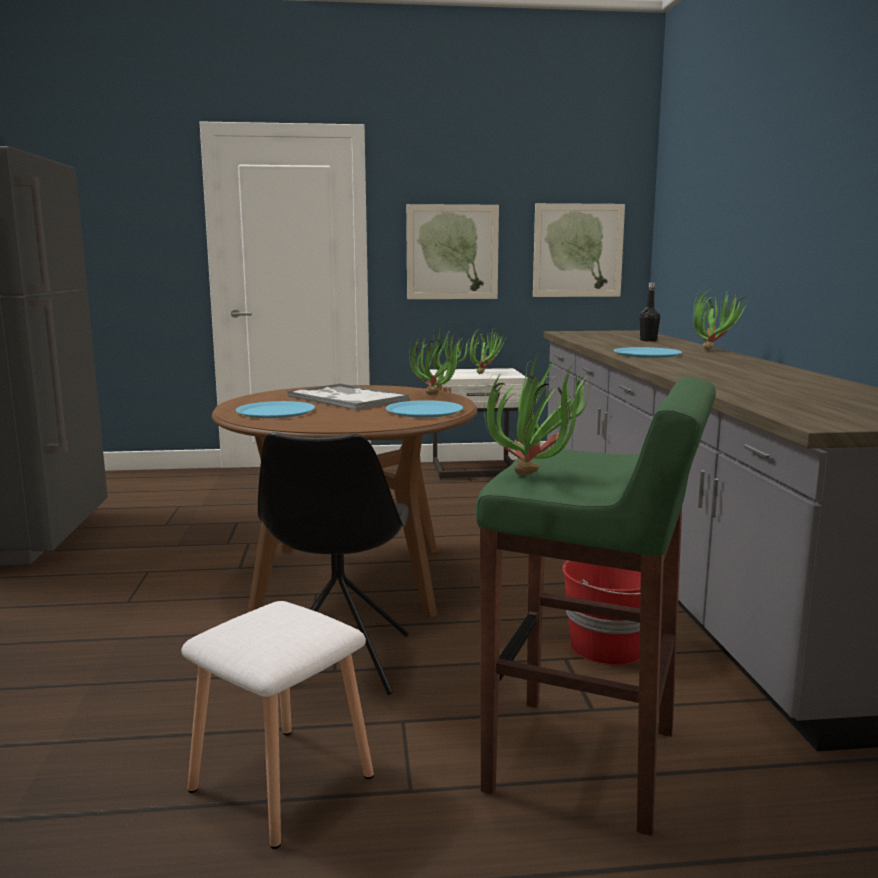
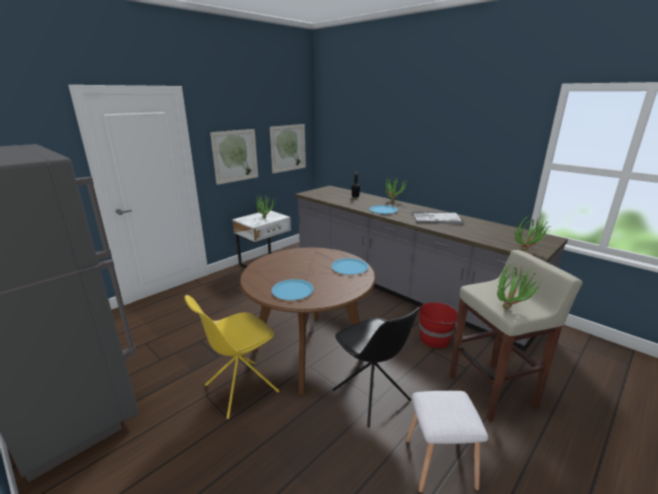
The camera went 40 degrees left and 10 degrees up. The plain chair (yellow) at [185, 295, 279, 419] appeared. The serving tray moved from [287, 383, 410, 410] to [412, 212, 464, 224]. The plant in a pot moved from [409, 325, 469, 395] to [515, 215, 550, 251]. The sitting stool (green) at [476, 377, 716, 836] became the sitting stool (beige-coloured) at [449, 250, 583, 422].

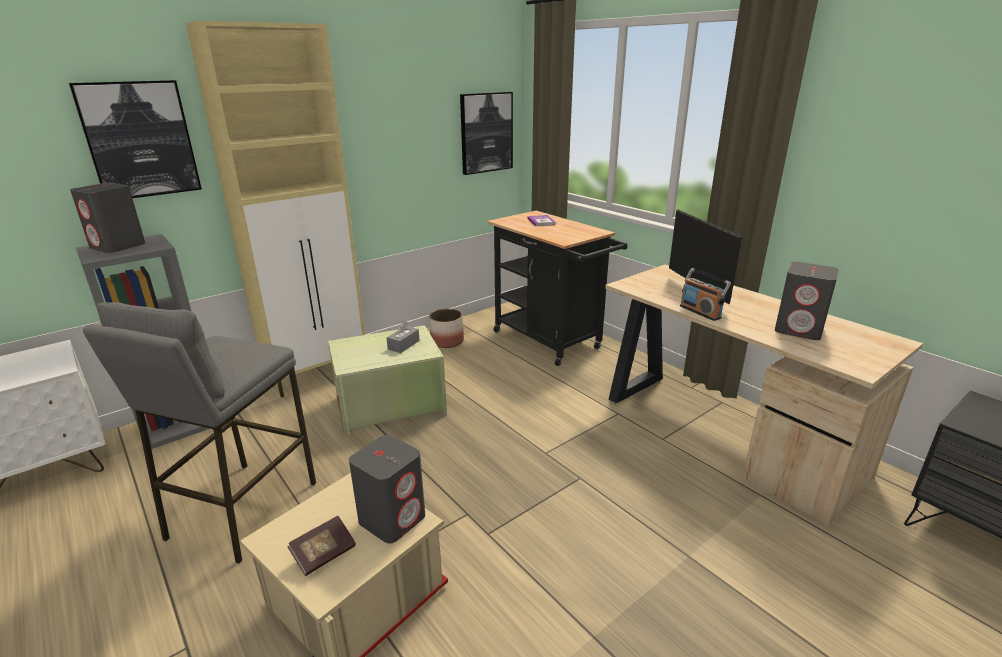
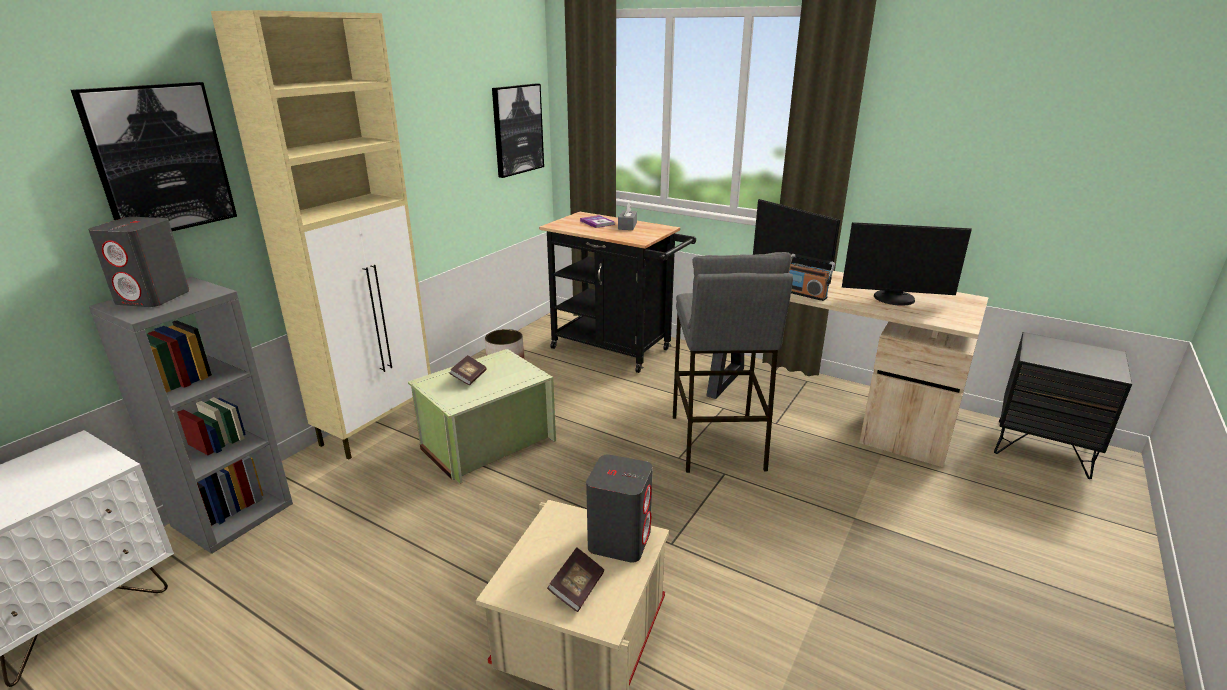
The camera went 20 degrees left and 0 degrees up. The bound book at [450, 355, 487, 385] appeared. The sitting stool (greyish) moved from [83, 302, 316, 564] to [673, 252, 793, 473]. The tissue box (greyish) moved from [387, 321, 420, 353] to [618, 202, 637, 230]. The audio speaker (greyish) at [775, 262, 839, 340] was replaced by the monitor at [842, 222, 972, 306].

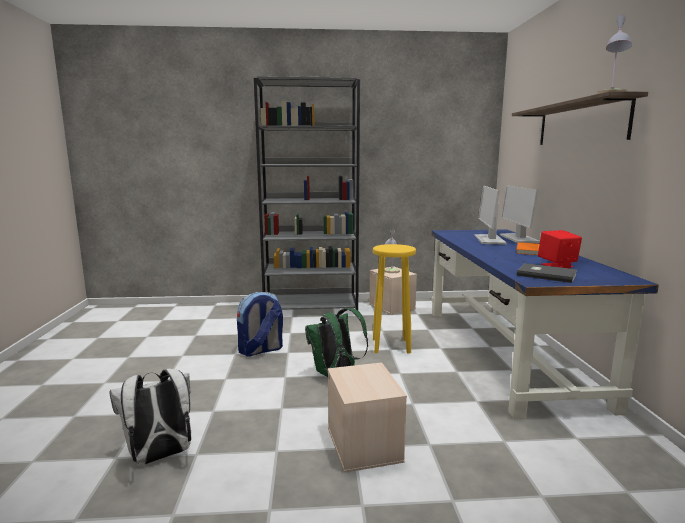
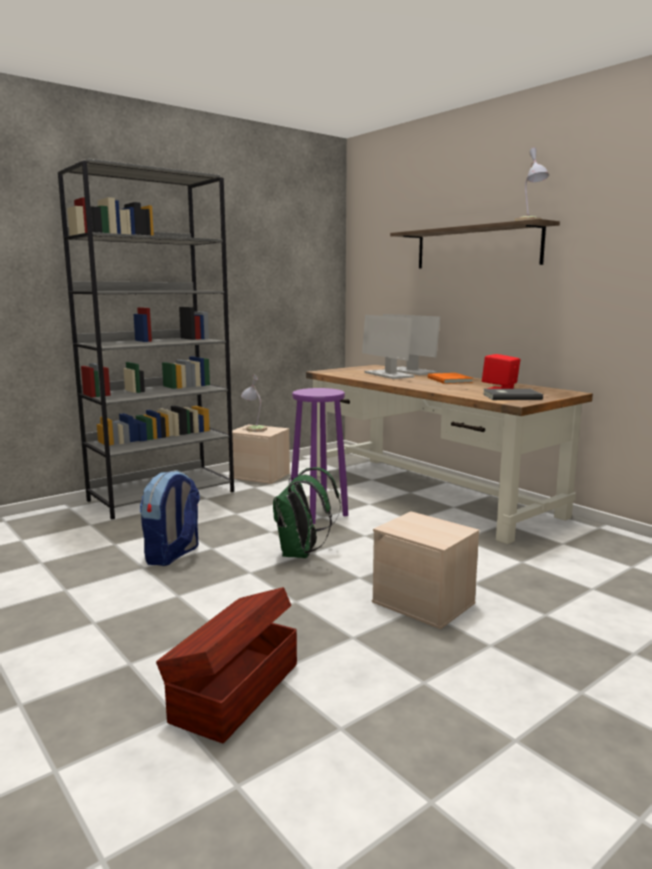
The camera went 35 degrees left and 0 degrees up. The knapsack (white-coloured) at [109, 369, 191, 465] was replaced by the storage bin (brownish) at [156, 587, 297, 744]. The sitting stool (yellow) at [373, 244, 416, 354] became the sitting stool (purple-coloured) at [291, 388, 348, 524]. The desk (bluish) at [431, 229, 659, 419] became the desk (brownish) at [306, 365, 593, 544].

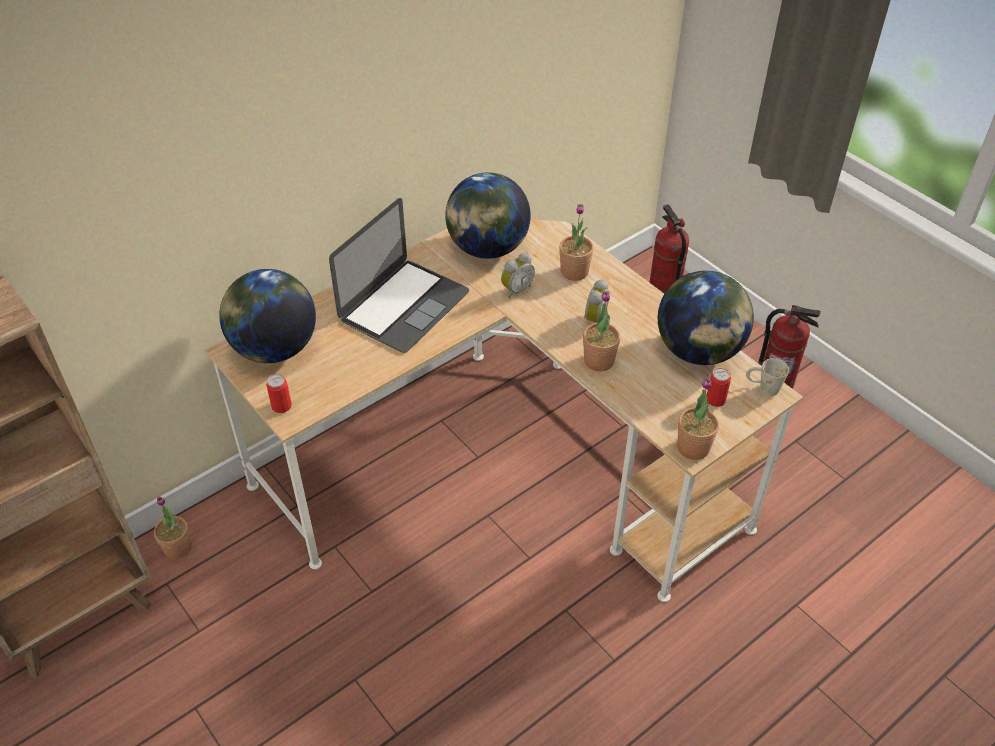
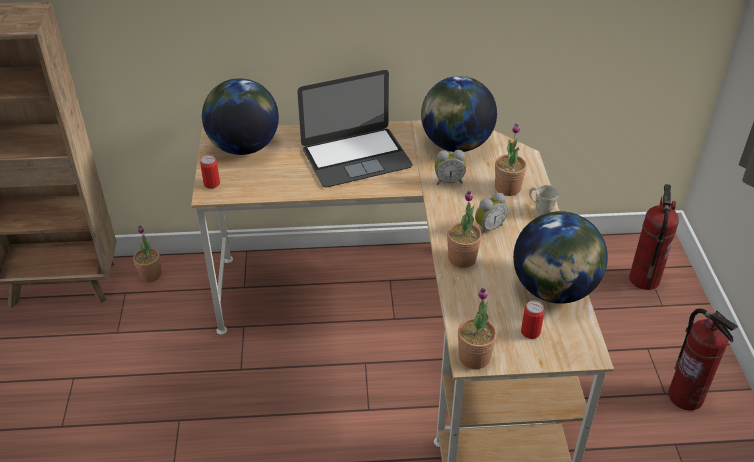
The camera went 35 degrees right and 5 degrees down. The tea mug (white-coloured) moved from [746, 358, 789, 396] to [529, 185, 559, 216].

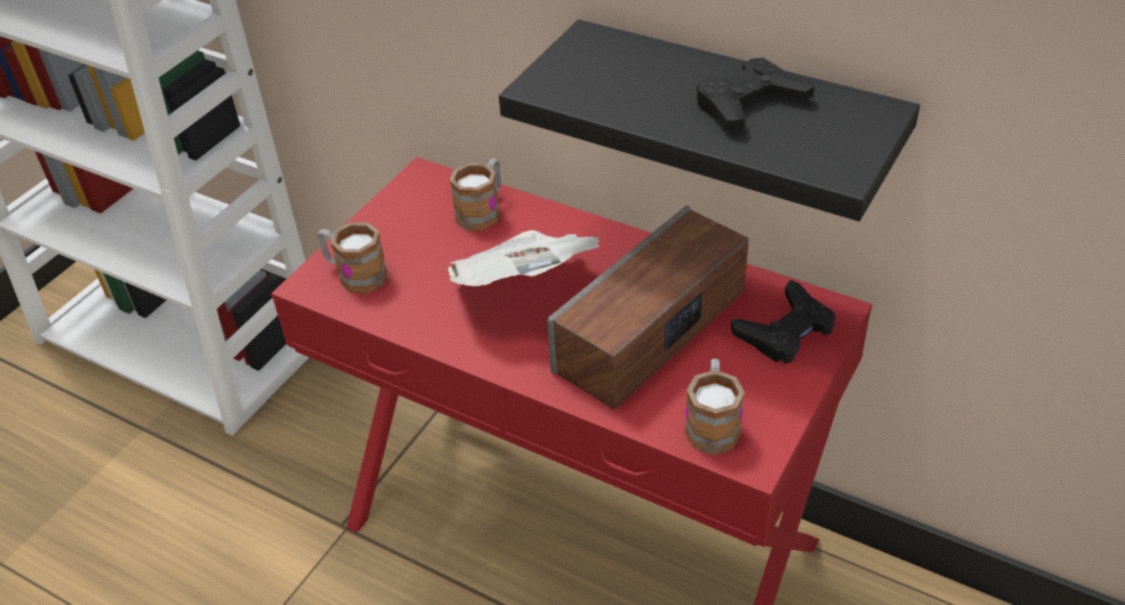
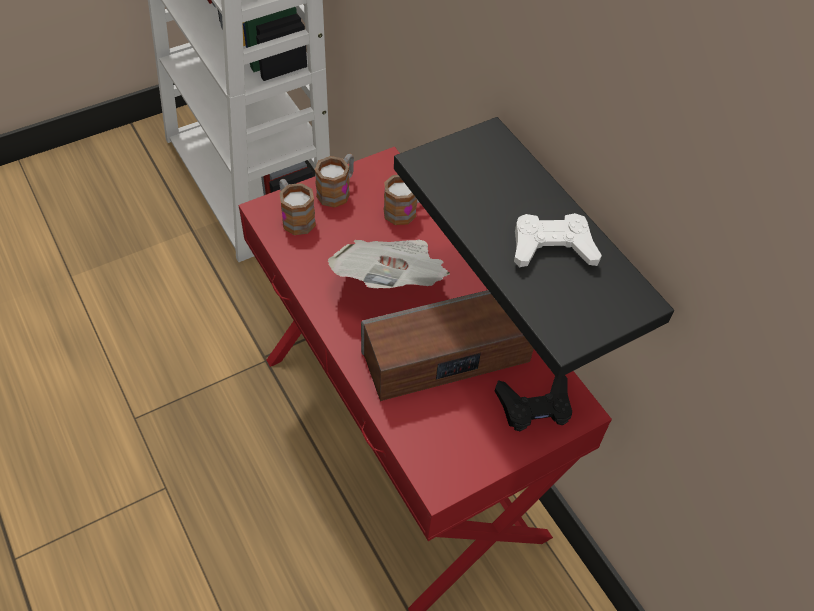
The camera went 25 degrees right and 10 degrees up. The tea mug moved from [685, 358, 745, 455] to [315, 154, 354, 208]. The gamepad (black-coloured) at [696, 58, 815, 131] became the gamepad (white-coloured) at [514, 213, 602, 267].

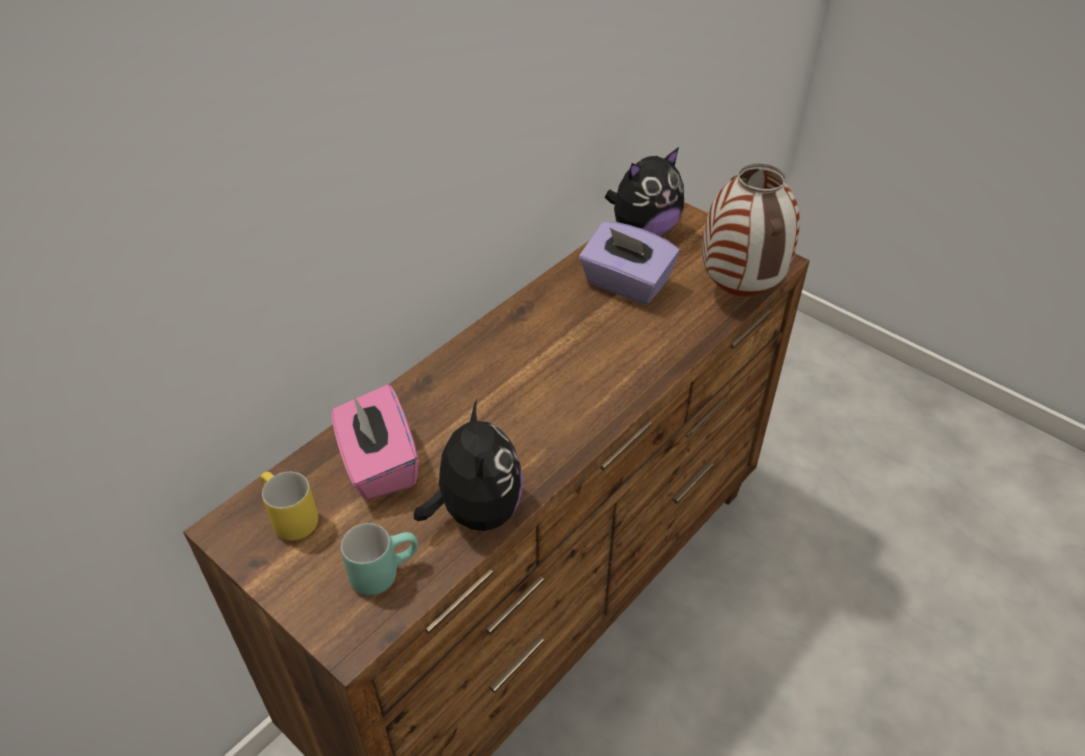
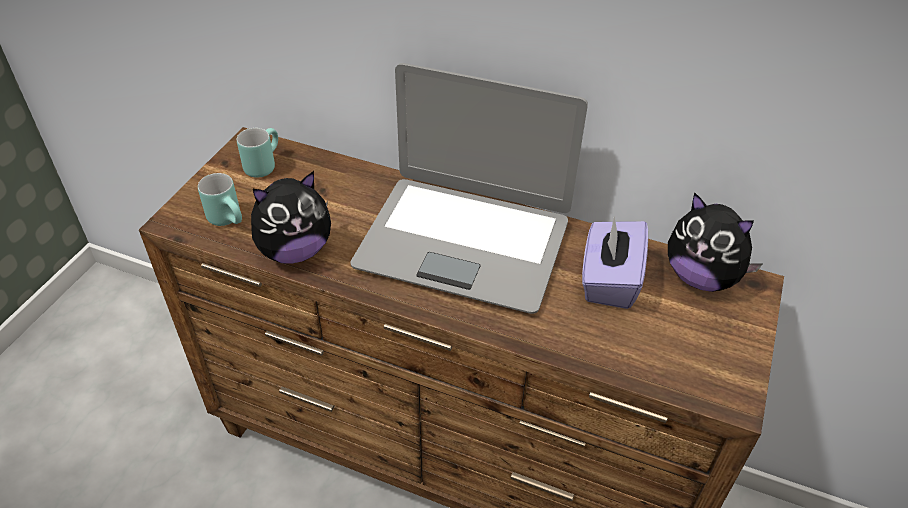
The camera went 70 degrees right and 0 degrees up. The tissue box (pinkish) at [332, 385, 419, 500] disappeared. The decorative vase at [702, 163, 800, 297] disappeared. The notebook computer at [350, 63, 588, 314] appeared. The tea mug (yellow) at [260, 472, 318, 541] became the tea mug (turquoise-coloured) at [237, 128, 278, 178].

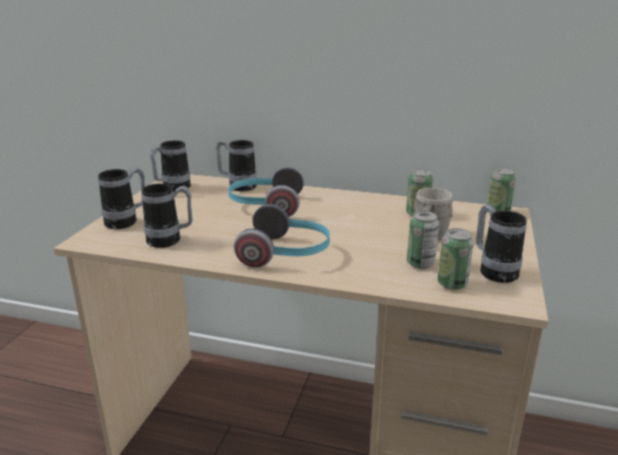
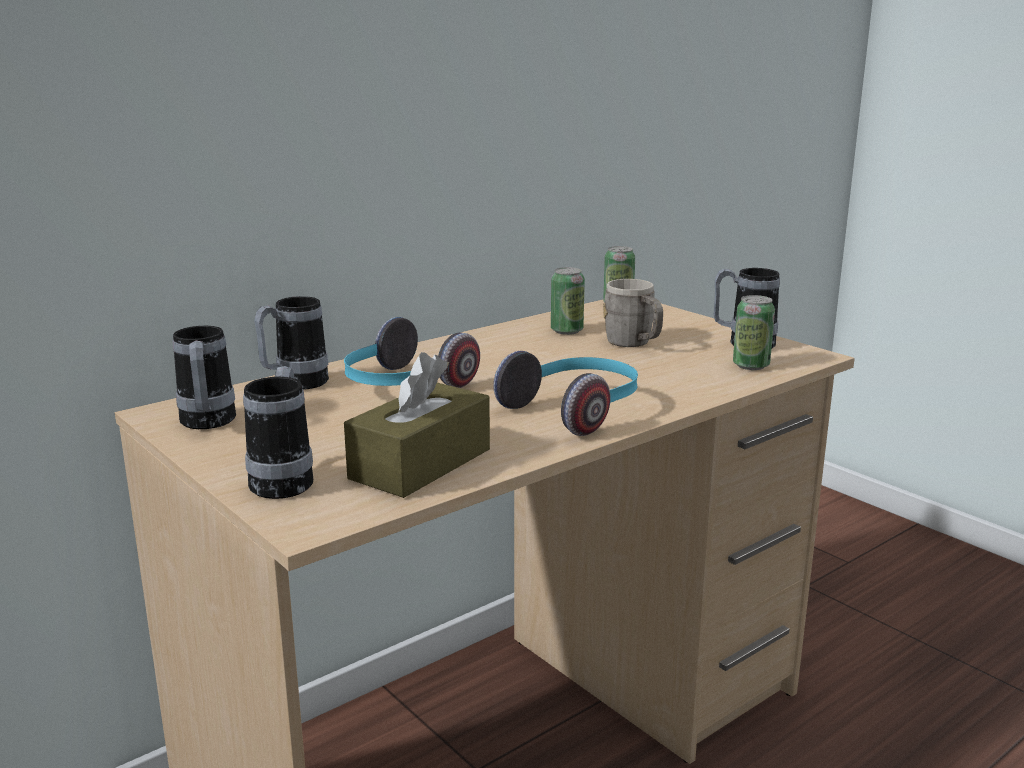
The camera went 55 degrees left and 5 degrees down. The can at [407, 211, 439, 269] disappeared. The tea mug at [141, 183, 193, 248] was replaced by the tissue box (brownish) at [344, 352, 490, 498].

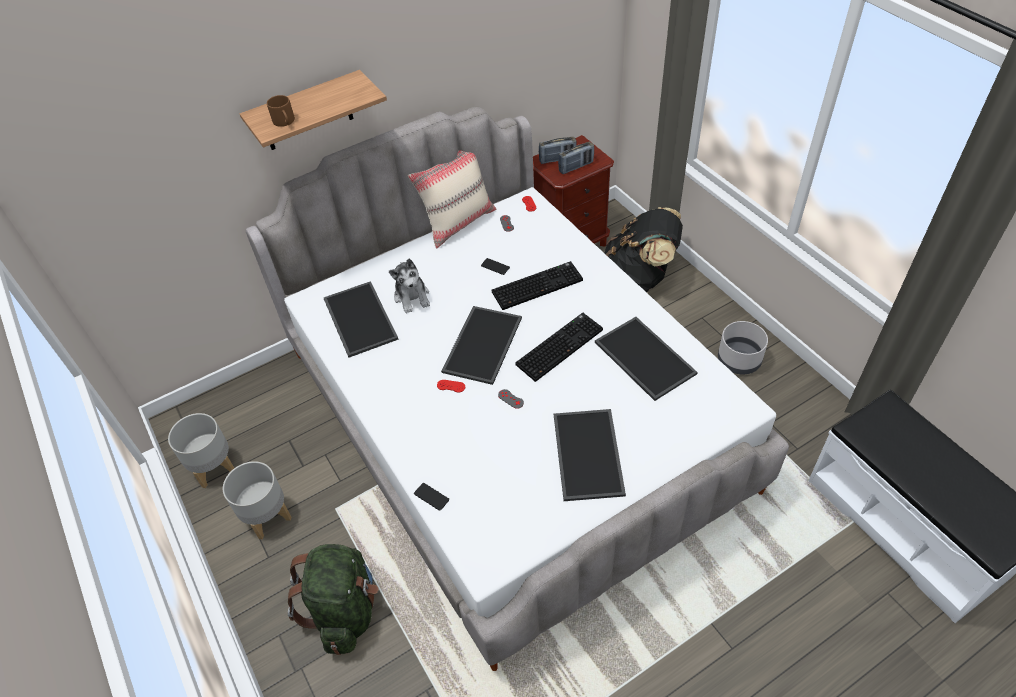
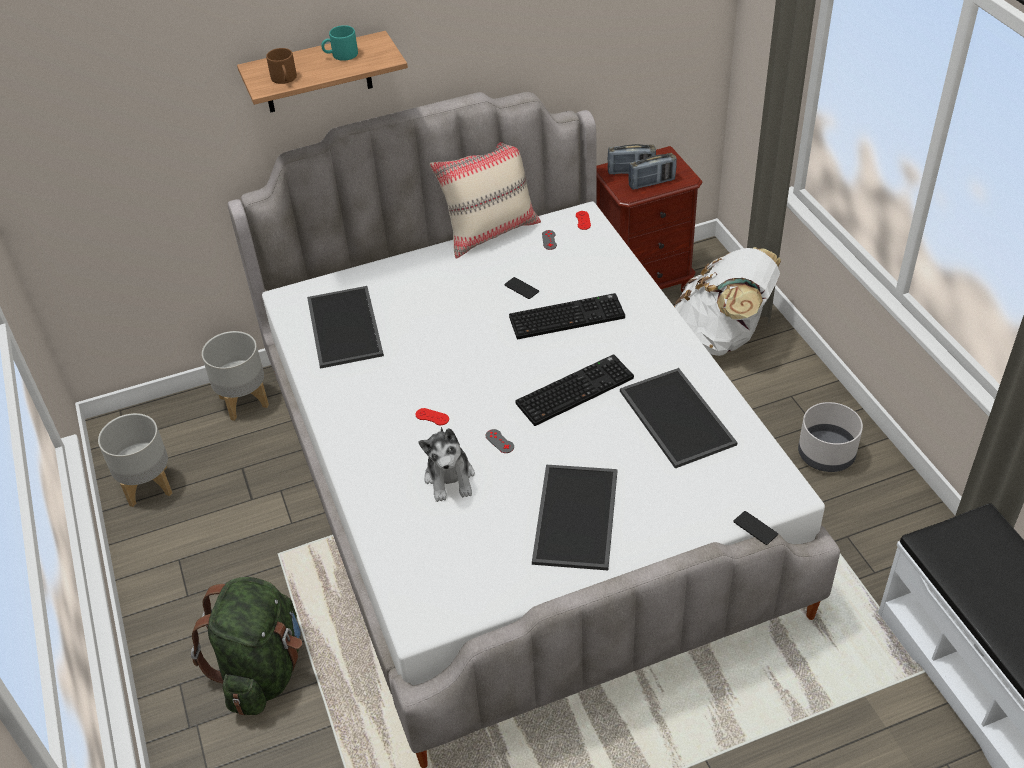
The camera went 10 degrees right and 5 degrees down. The serving tray at [441, 306, 522, 385] disappeared. The tea mug (turquoise-coloured) at [321, 25, 358, 61] appeared. The flower pot (greyish) moved from [223, 461, 292, 539] to [202, 331, 269, 421]. The cuddly toy moved from [389, 259, 430, 313] to [418, 427, 475, 502]. The phone moved from [414, 483, 449, 511] to [733, 511, 778, 545]. The knapsack (black-coloured) at [605, 207, 683, 292] became the knapsack (white-coloured) at [674, 247, 781, 356].

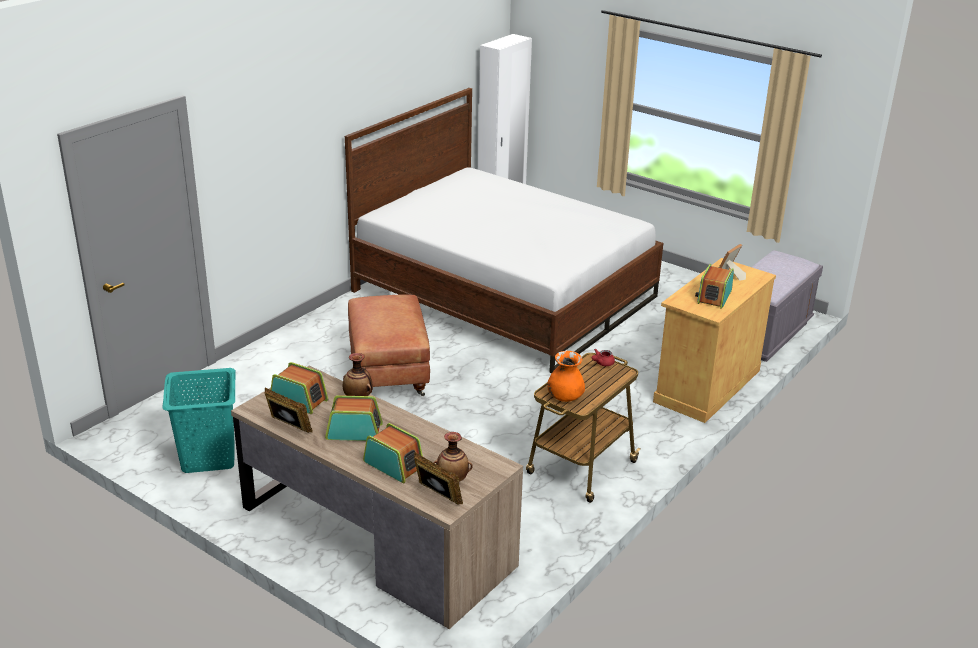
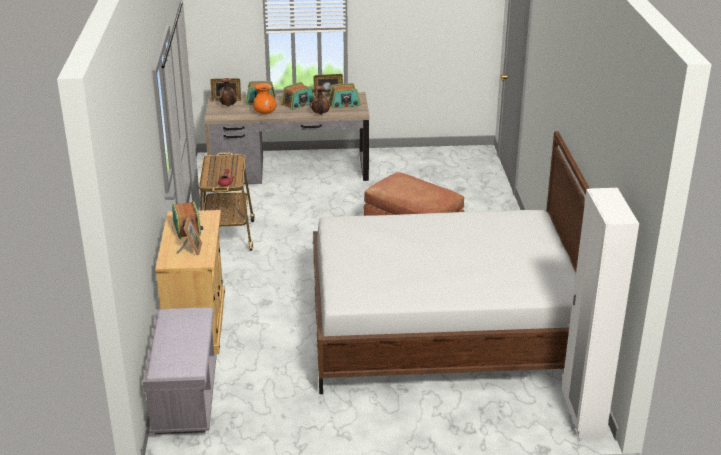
The camera went 140 degrees right and 0 degrees up. The hamper (turquoise-coloured) at [162, 368, 235, 473] disappeared. The decorative vase (orangey) moved from [547, 351, 585, 402] to [253, 83, 276, 114].

